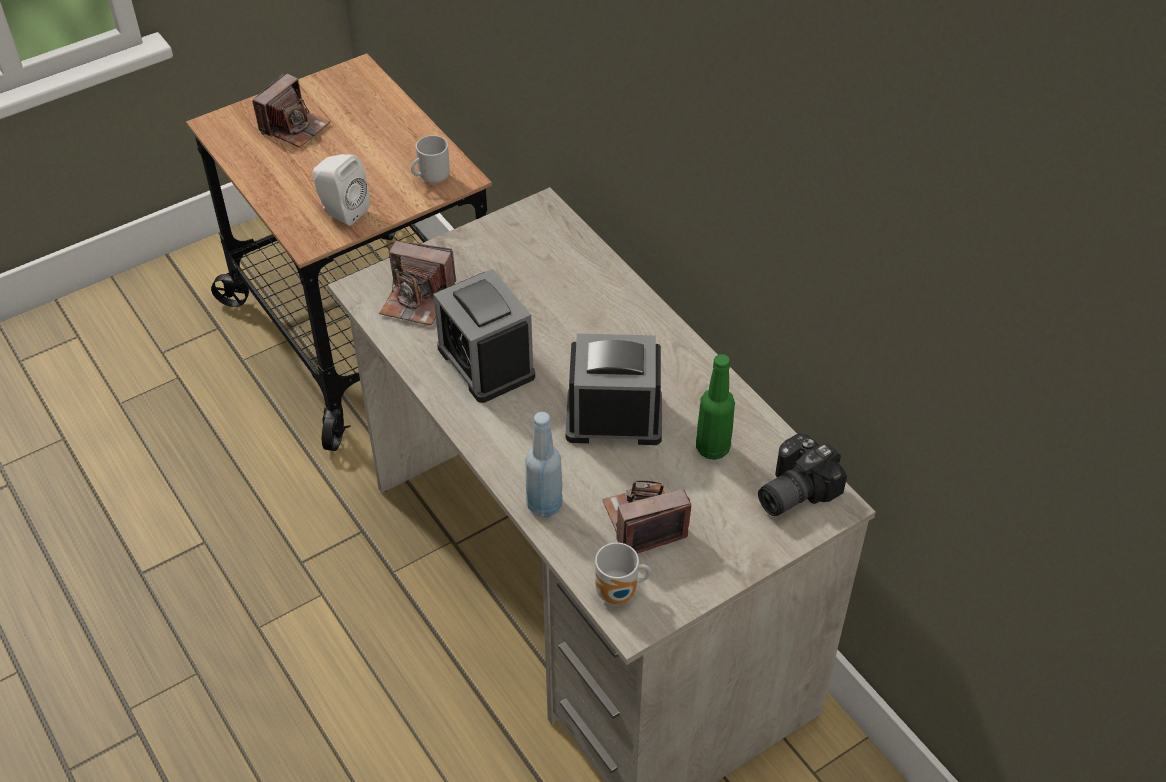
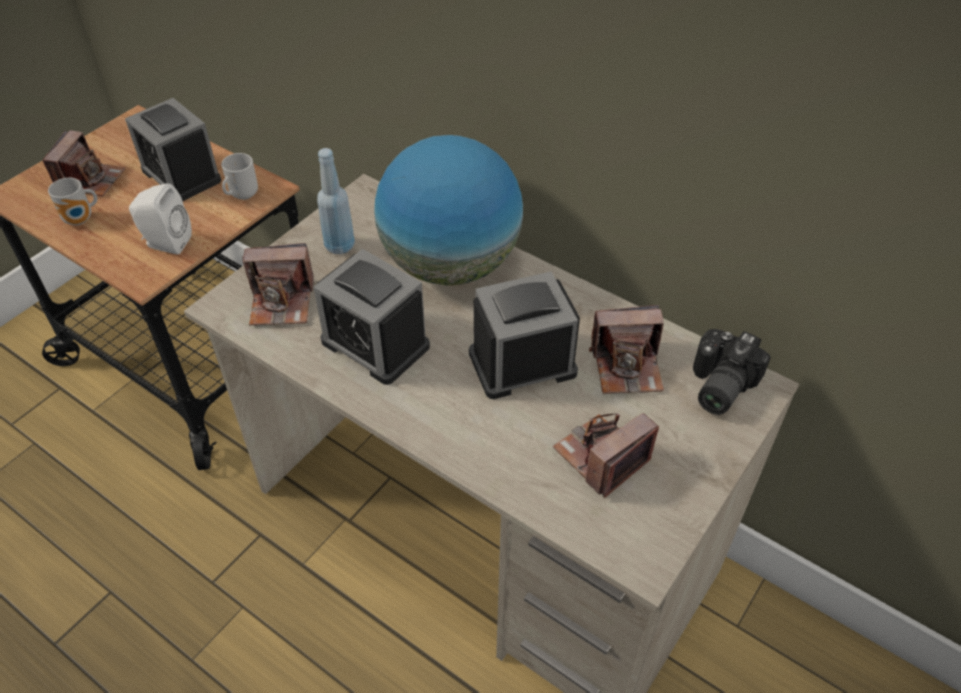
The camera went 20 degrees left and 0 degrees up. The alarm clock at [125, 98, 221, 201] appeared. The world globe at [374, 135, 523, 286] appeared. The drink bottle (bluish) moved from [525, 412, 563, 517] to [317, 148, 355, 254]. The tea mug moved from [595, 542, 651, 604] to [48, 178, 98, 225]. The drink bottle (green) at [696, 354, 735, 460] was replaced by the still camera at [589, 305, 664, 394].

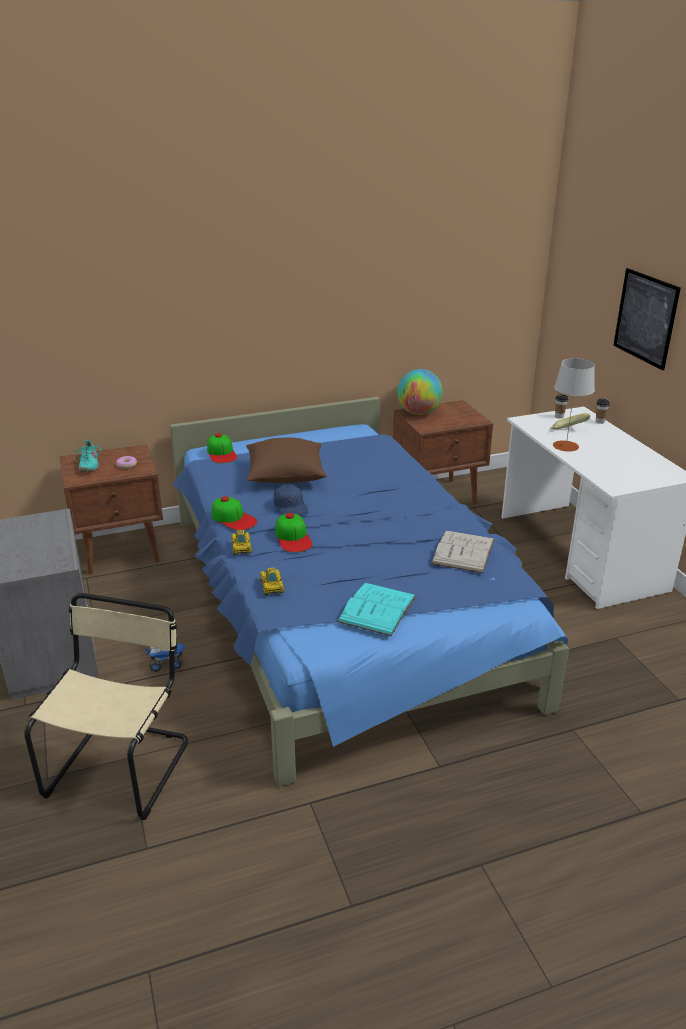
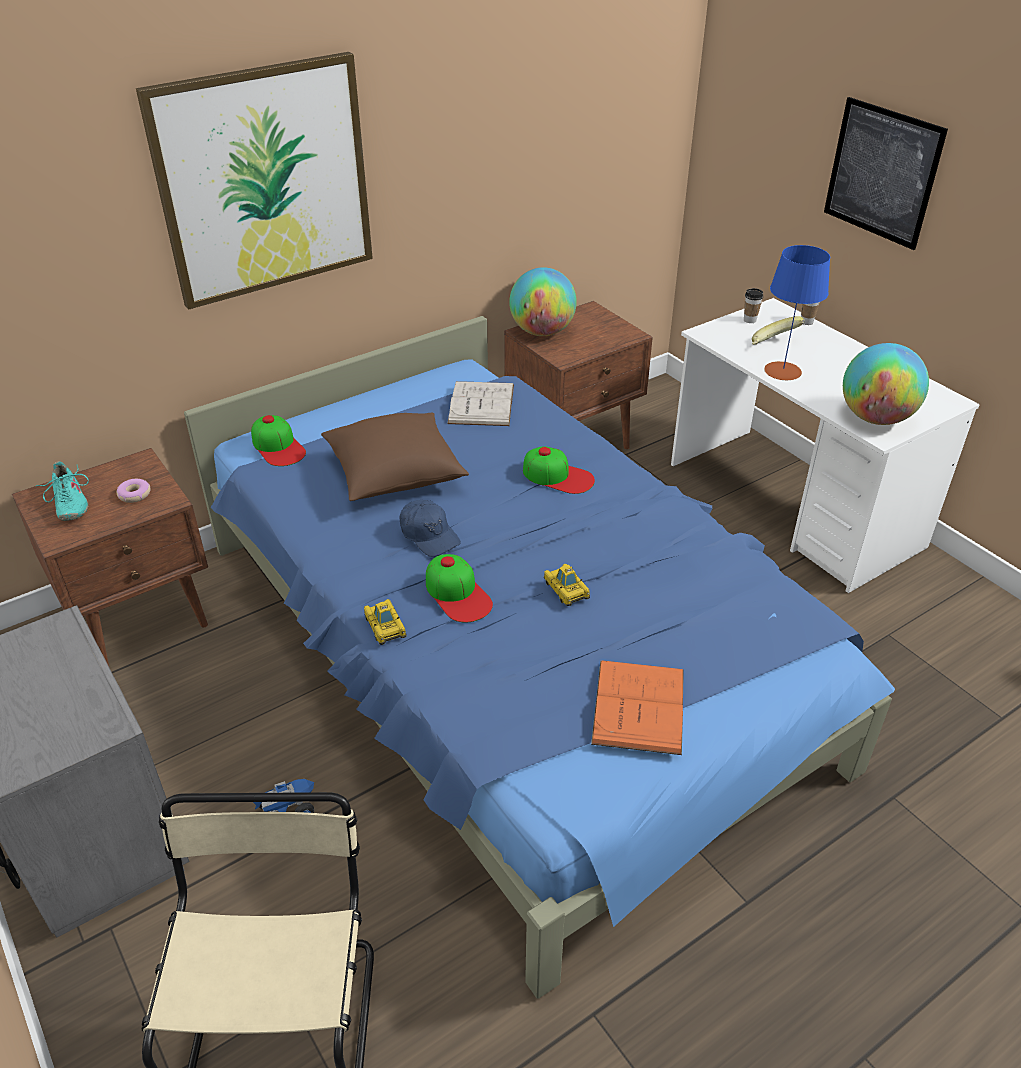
The camera went 15 degrees left and 10 degrees up. The wall picture at [136, 52, 373, 310] appeared. The world globe at [843, 343, 929, 425] appeared. The peaked cap moved from [212, 496, 257, 530] to [523, 446, 595, 494]. The model car moved from [260, 568, 284, 595] to [544, 564, 590, 606]. The bound book (white-coloured) moved from [431, 530, 495, 573] to [447, 381, 514, 426]. The bound book (turquoise-coloured) at [337, 583, 416, 636] became the bound book (orangey) at [591, 660, 684, 755]. The table lamp (greyish) at [553, 358, 595, 452] became the table lamp (bluish) at [764, 245, 830, 380].

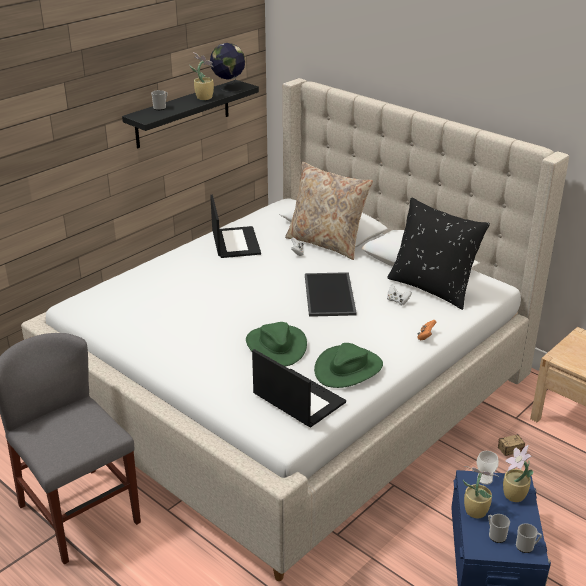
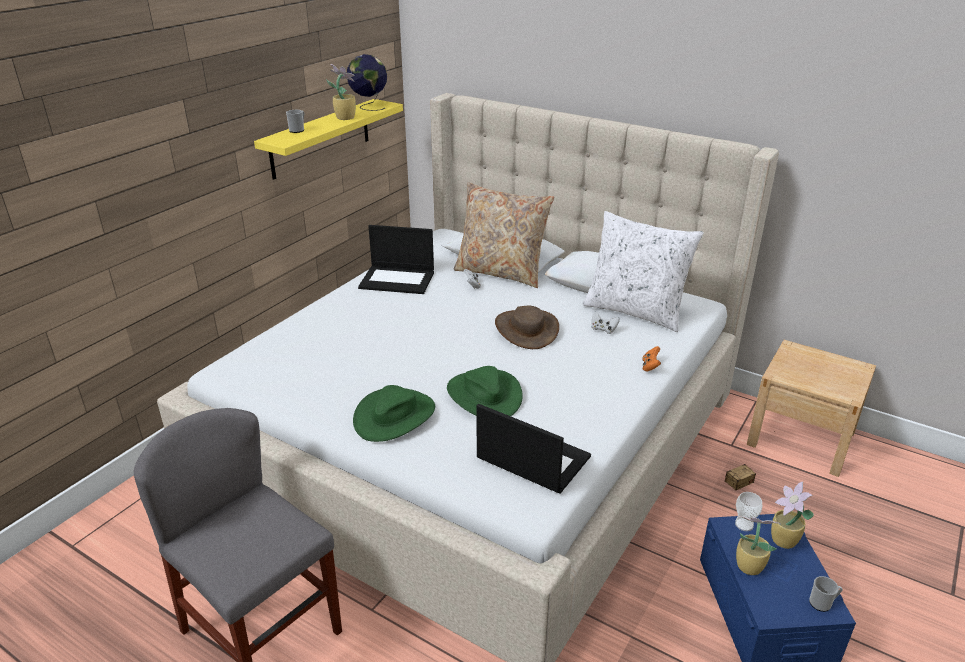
The camera went 10 degrees left and 0 degrees up. The tea mug at [488, 514, 510, 543] disappeared. The wearable hat (green) moved from [314, 343, 383, 388] to [353, 385, 435, 442]. The serving tray at [305, 272, 357, 317] was replaced by the wearable hat (brownish) at [495, 305, 559, 349]. The shelf (black-coloured) at [122, 80, 259, 148] became the shelf (yellow) at [254, 99, 403, 180]. The pillow (black-coloured) at [387, 198, 490, 310] became the pillow (white-coloured) at [583, 211, 704, 332]. The notebook computer at [210, 195, 261, 258] turned 120 degrees clockwise.

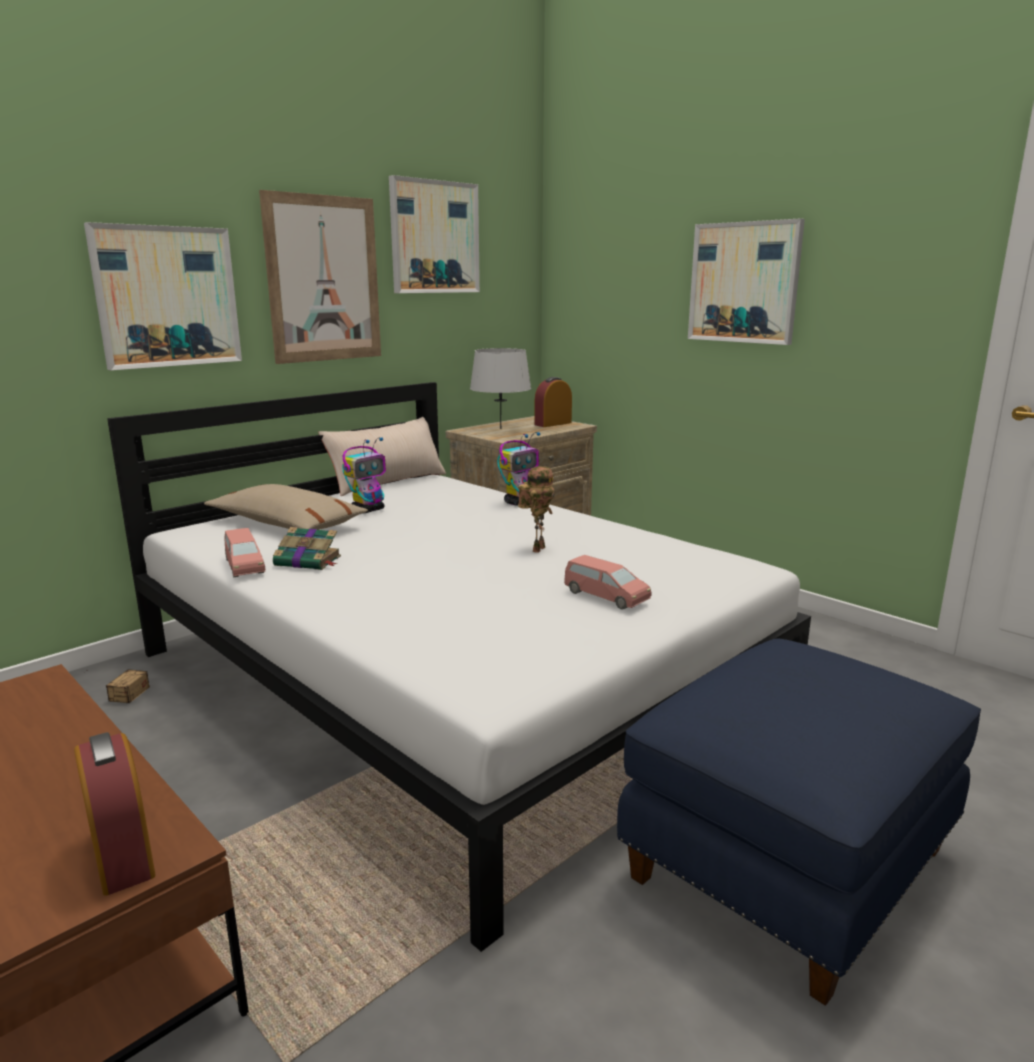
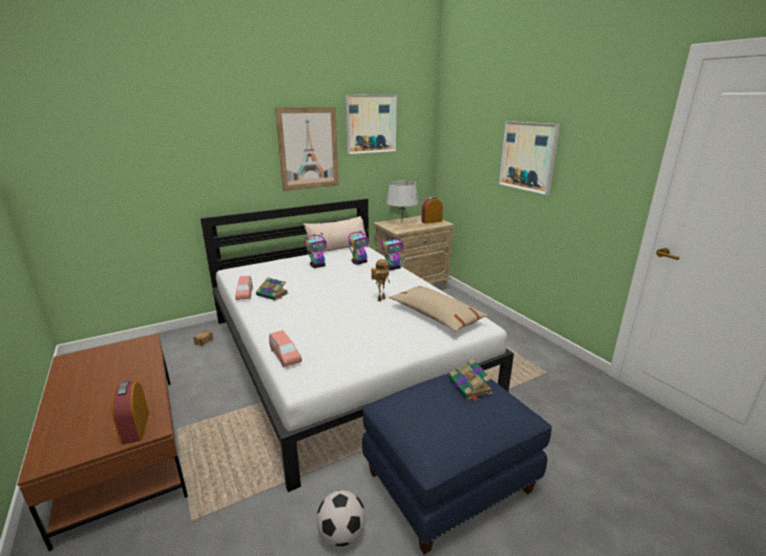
The camera went 15 degrees right and 5 degrees up. The wall picture at [84, 222, 242, 370] disappeared. The football ball at [317, 490, 366, 546] appeared. The toy robot at [348, 229, 369, 265] appeared. The bound book at [449, 359, 492, 402] appeared. The pillow (beige-coloured) moved from [204, 484, 368, 530] to [389, 286, 488, 332]. The model car (pinkish) moved from [564, 555, 651, 610] to [269, 330, 302, 368].

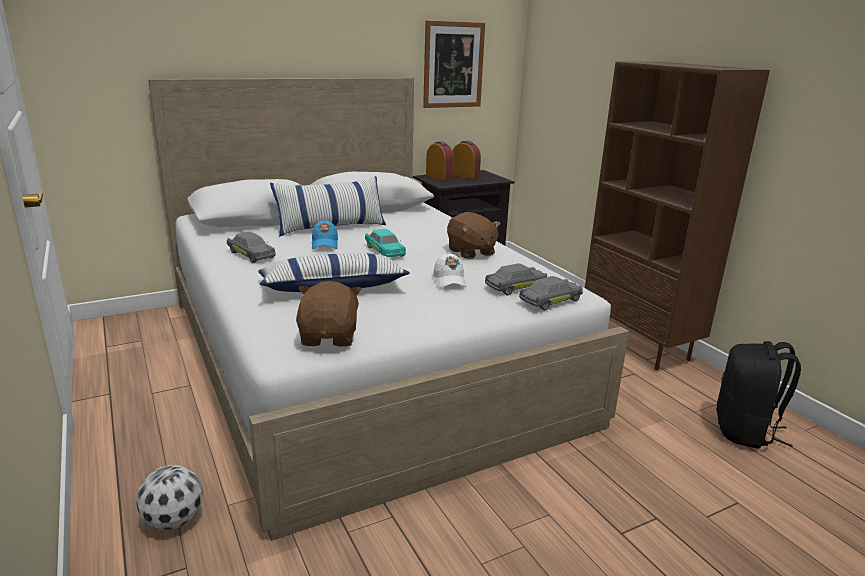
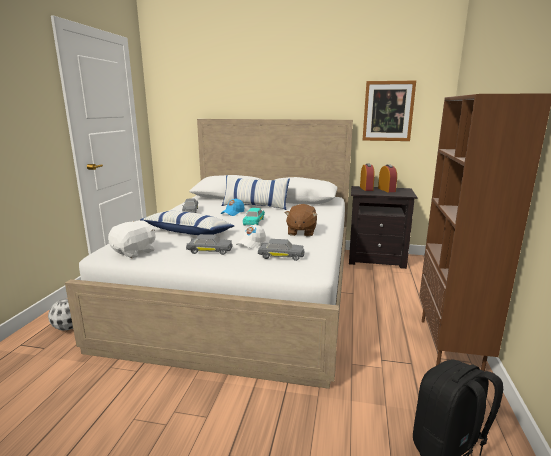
The camera went 40 degrees right and 5 degrees down. The model car (greyish) moved from [519, 276, 583, 311] to [186, 234, 233, 255]. The cuddly toy (brownish) at [296, 281, 362, 347] became the cuddly toy (white-coloured) at [108, 220, 156, 258].

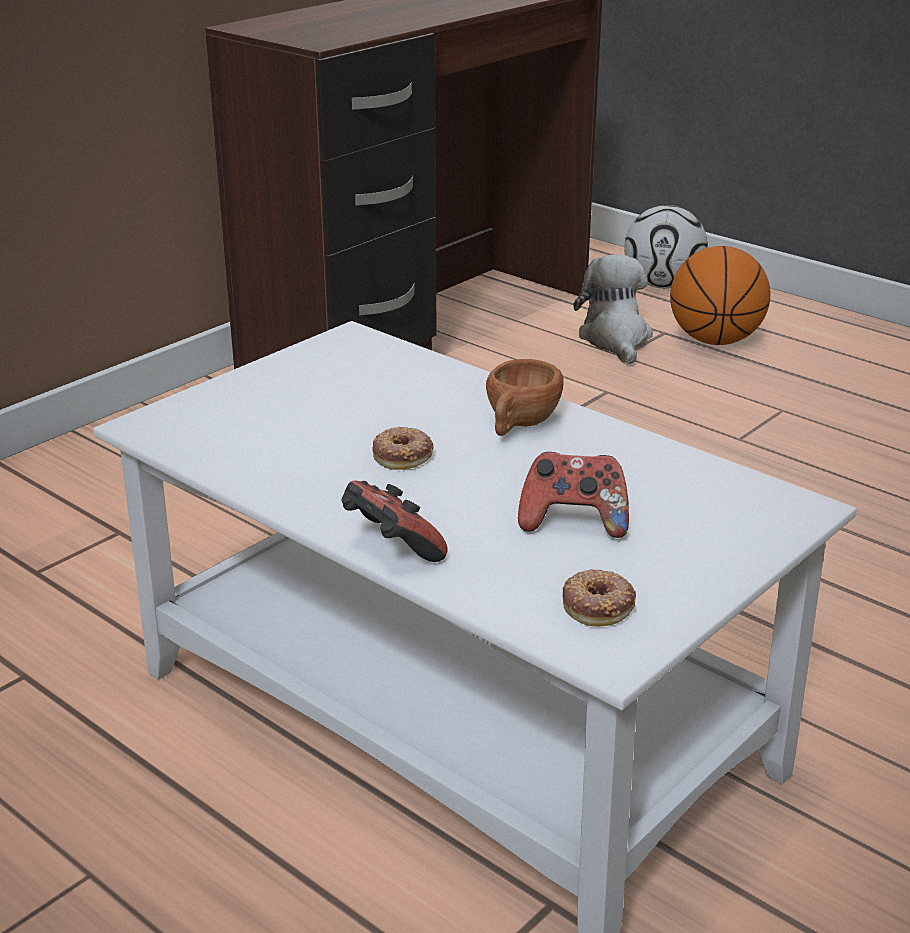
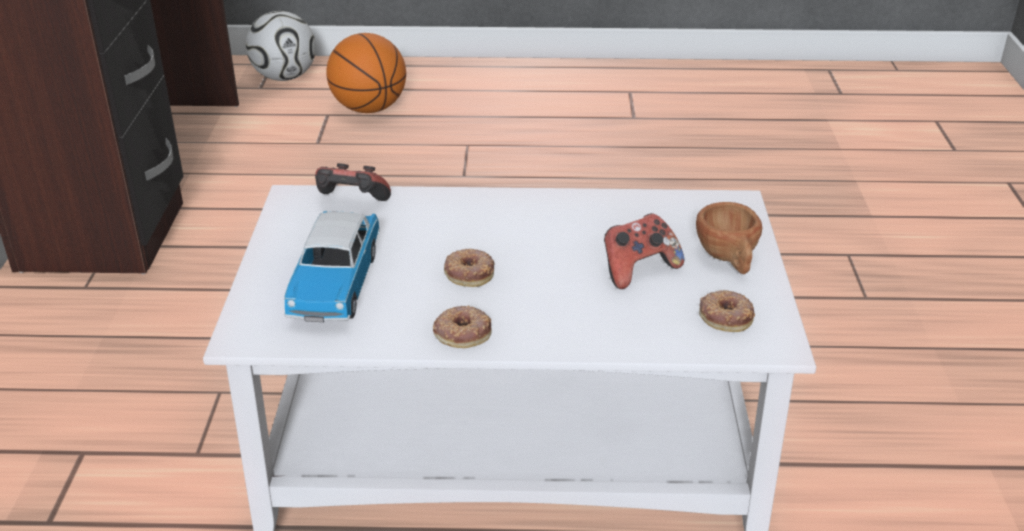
The camera went 40 degrees left and 5 degrees up. The cuddly toy at [573, 254, 653, 364] disappeared. The model car at [284, 211, 380, 322] appeared. The ring doughnut at [433, 305, 492, 348] appeared. The gamepad moved from [342, 481, 448, 562] to [315, 163, 391, 201]. The cup (brownish) moved from [486, 359, 564, 436] to [696, 202, 762, 274].

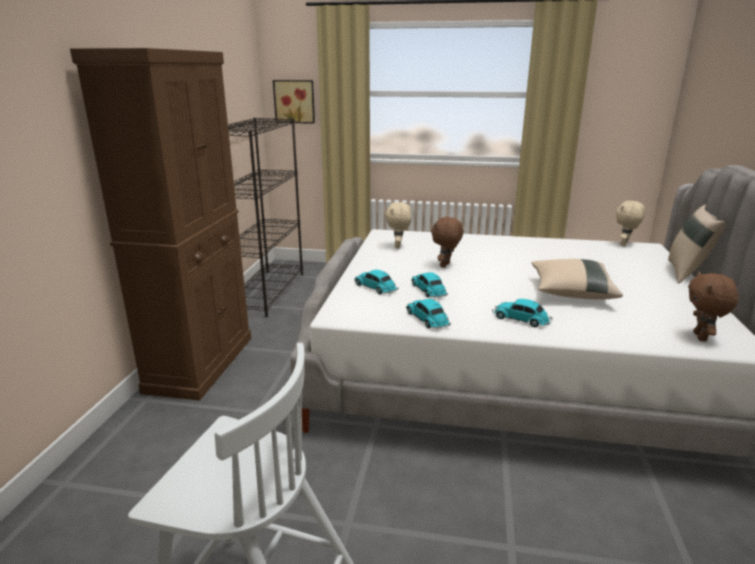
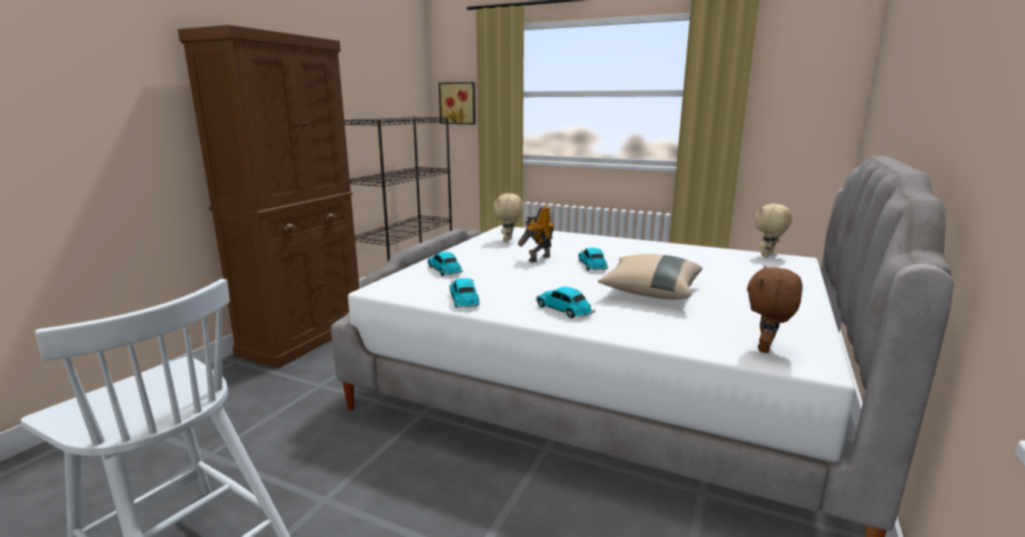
The camera went 15 degrees right and 5 degrees down. The pillow (beige-coloured) at [668, 205, 725, 284] disappeared. The model car moved from [411, 272, 448, 298] to [579, 248, 608, 271]. The cuddly toy (brownish) at [431, 217, 464, 268] was replaced by the toy robot at [518, 206, 554, 262].

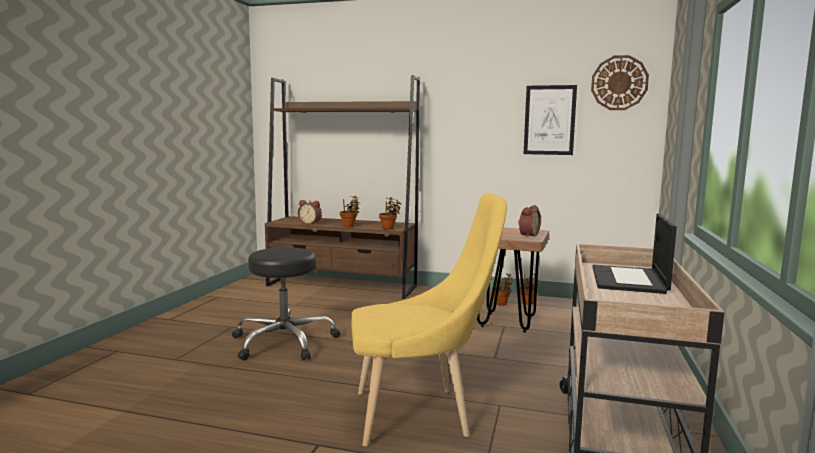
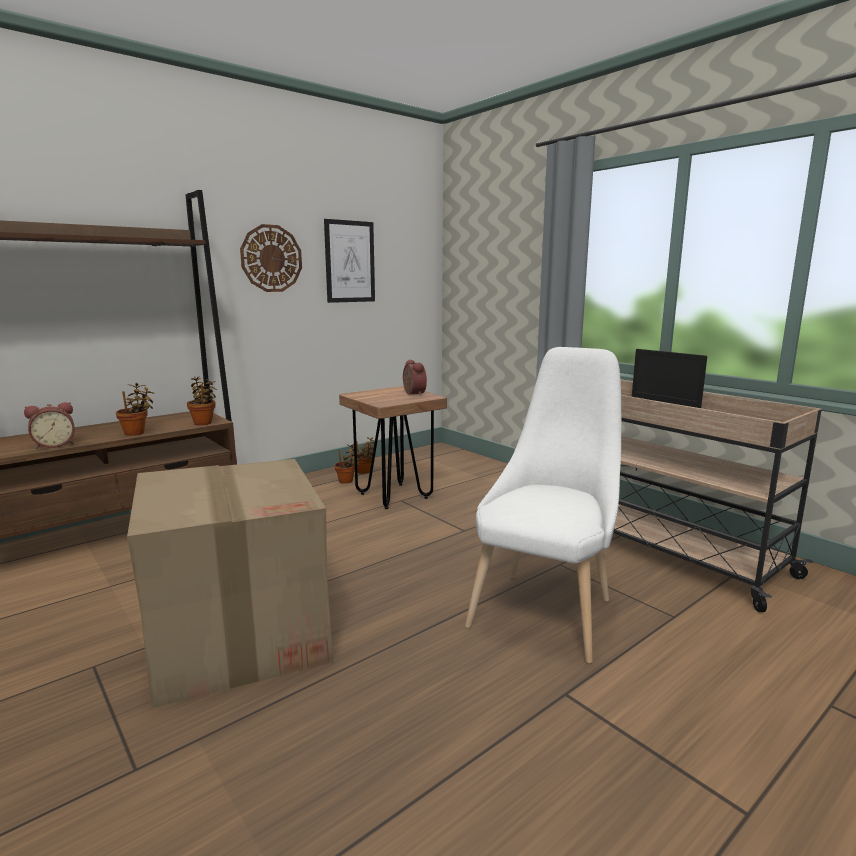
The camera went 55 degrees left and 5 degrees up. The wall clock moved from [591, 55, 649, 110] to [240, 224, 302, 292]. The sitting stool (black-coloured) at [232, 247, 341, 361] was replaced by the carton at [127, 459, 333, 708]. The plain chair (yellow) at [351, 193, 507, 446] became the plain chair (white-coloured) at [465, 347, 621, 663].

